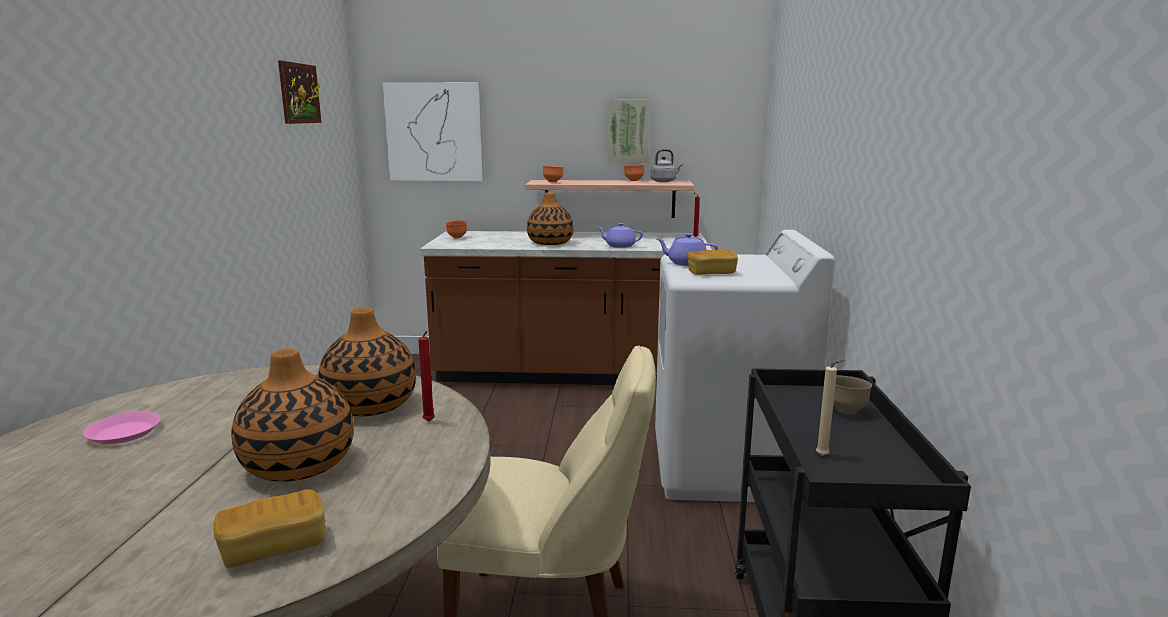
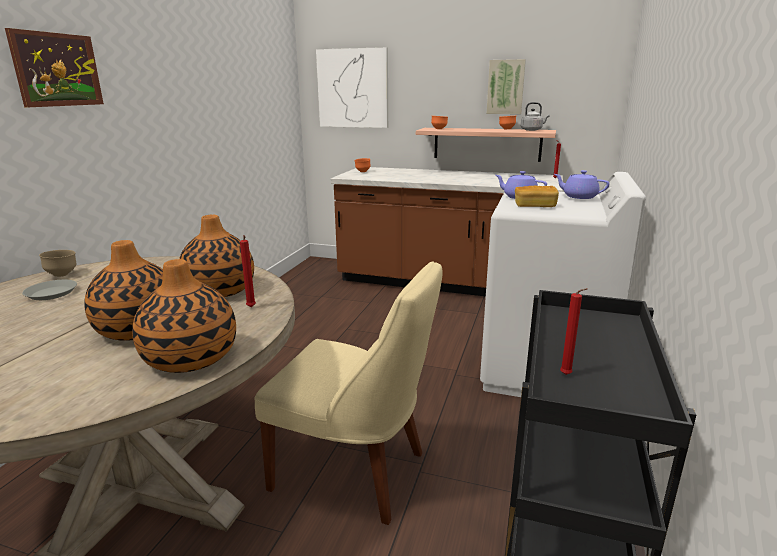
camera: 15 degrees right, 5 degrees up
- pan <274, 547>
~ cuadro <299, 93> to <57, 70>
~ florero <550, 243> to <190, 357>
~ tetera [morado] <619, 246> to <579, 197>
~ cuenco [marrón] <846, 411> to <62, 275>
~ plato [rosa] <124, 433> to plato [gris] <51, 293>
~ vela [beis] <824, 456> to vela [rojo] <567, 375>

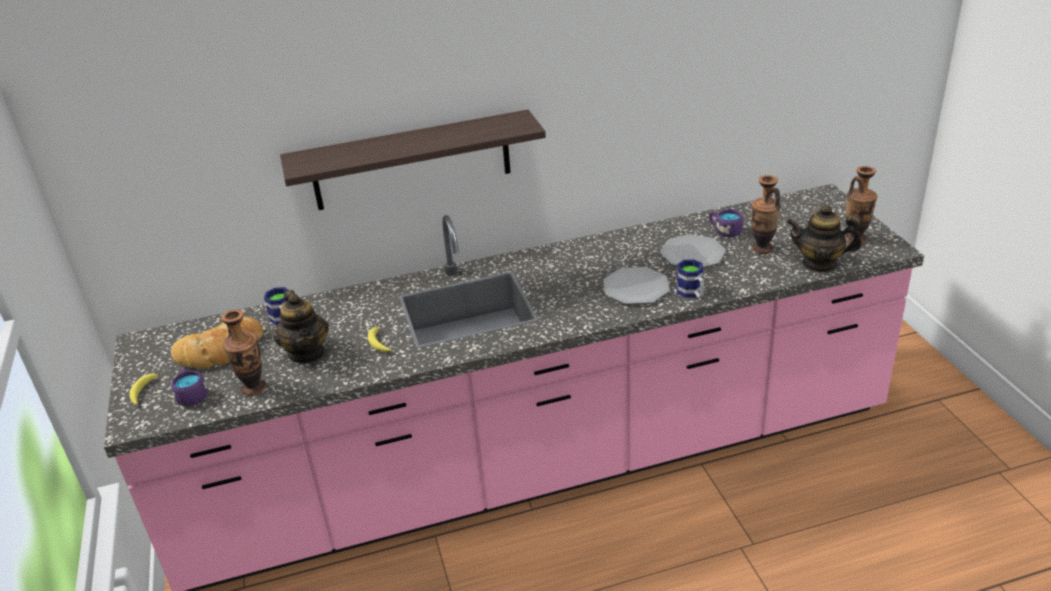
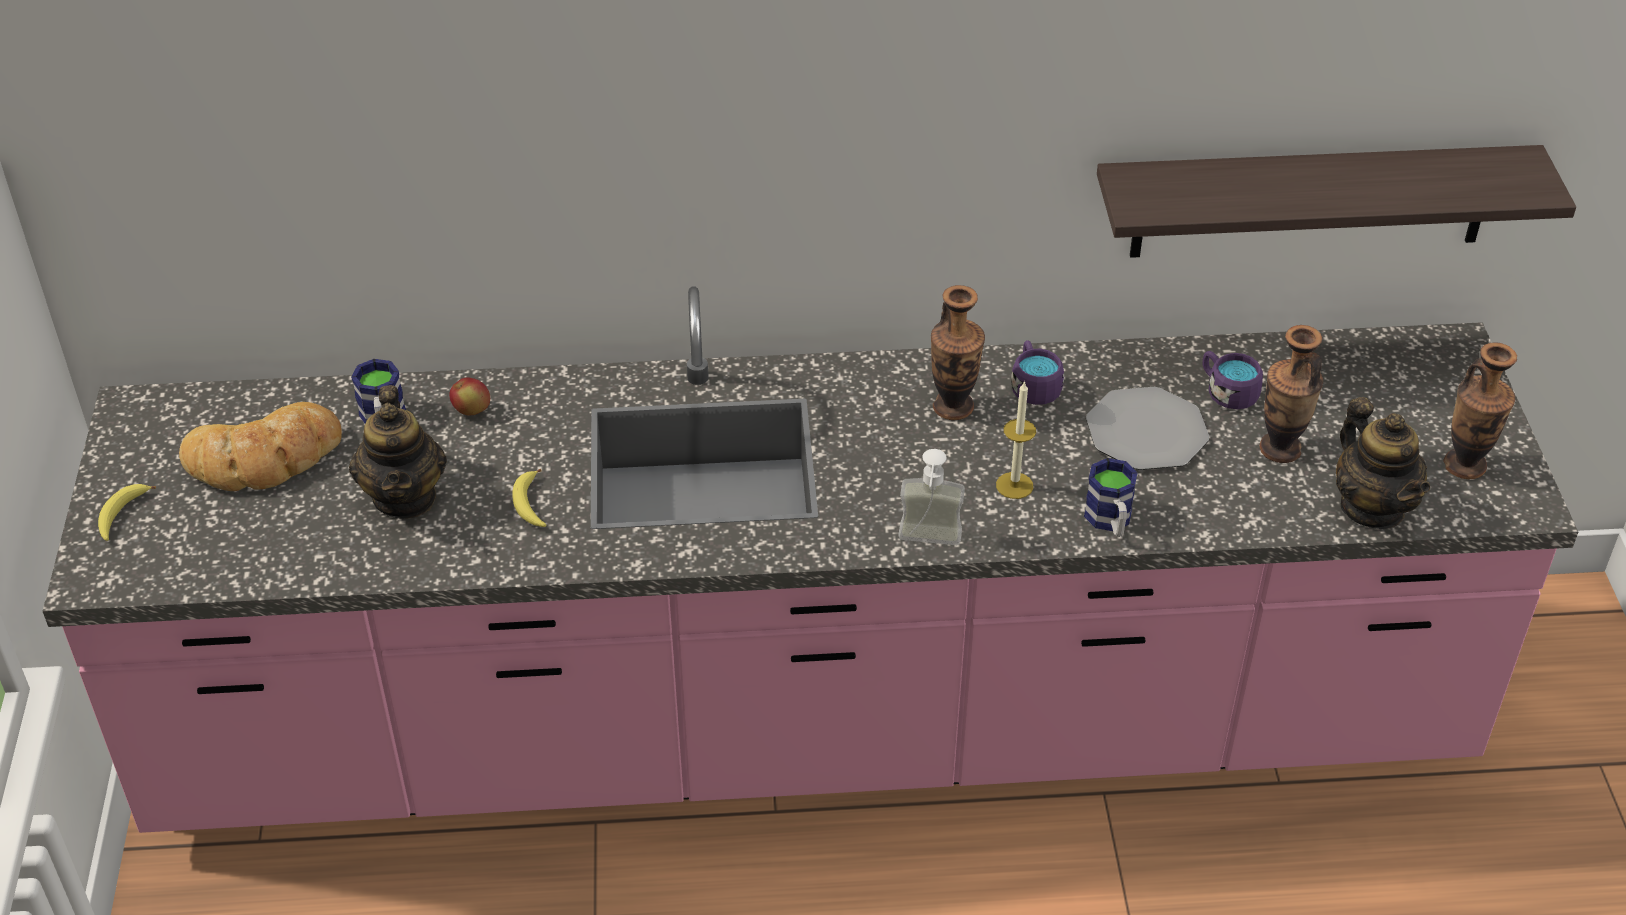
camera: 10 degrees right, 10 degrees up
+ manzana <472, 411>
+ dispensador de jabón <928, 544>
~ taza grande [morado] <191, 395> to <1033, 386>
~ florero <254, 388> to <953, 407>
~ estante <411, 161> to <1311, 201>
~ plato <636, 287> to vela <1014, 485>
~ tetera <819, 264> = <1372, 507> 135 degrees counterclockwise

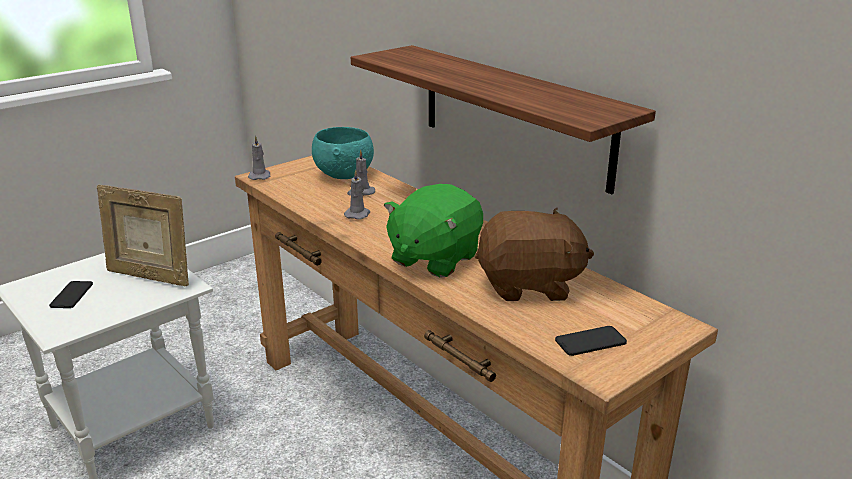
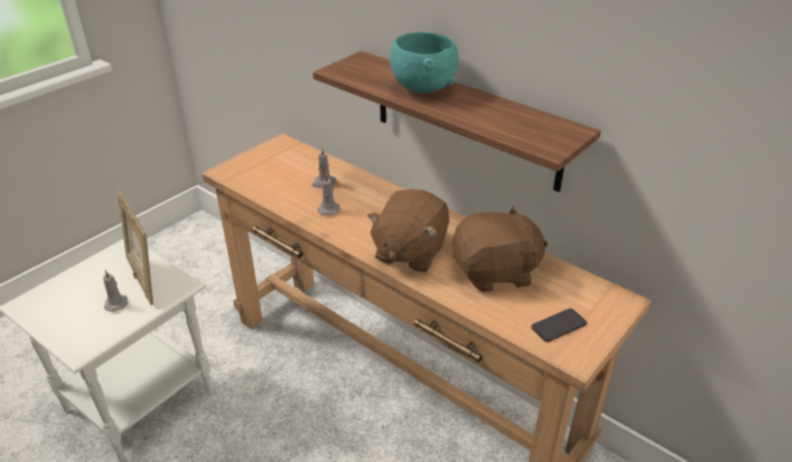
camera: 10 degrees left, 10 degrees up
- móvil <71, 295>
~ vela [gris] <259, 176> to <116, 303>
~ cuenco [turquesa] <344, 175> to <423, 87>
~ peluche [verde] <434, 258> to peluche [marrón] <409, 252>
~ portarretratos <150, 276> = <144, 279> 45 degrees clockwise

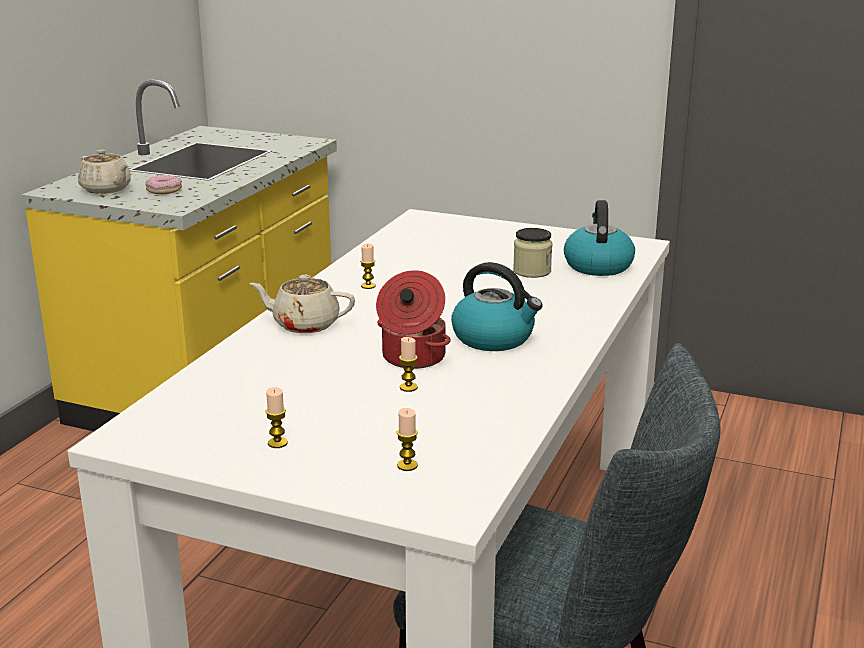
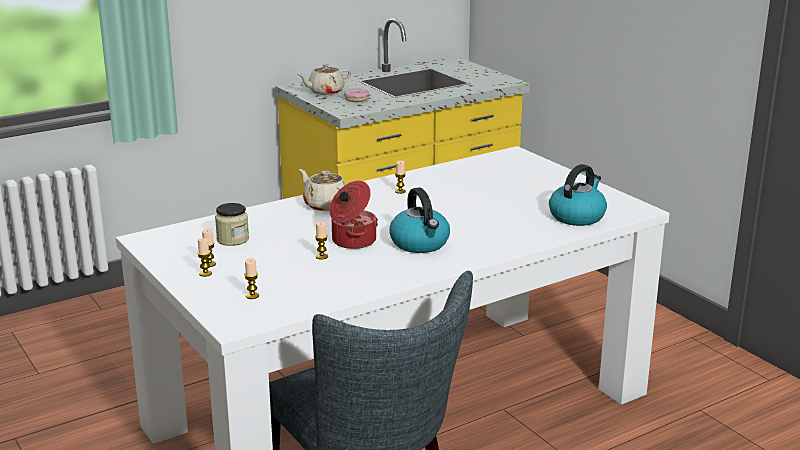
camera: 35 degrees right, 0 degrees up
+ vela <205, 273>
~ tarro <532, 271> to <233, 239>
~ tetera [beis] <106, 189> = <325, 92> 75 degrees clockwise

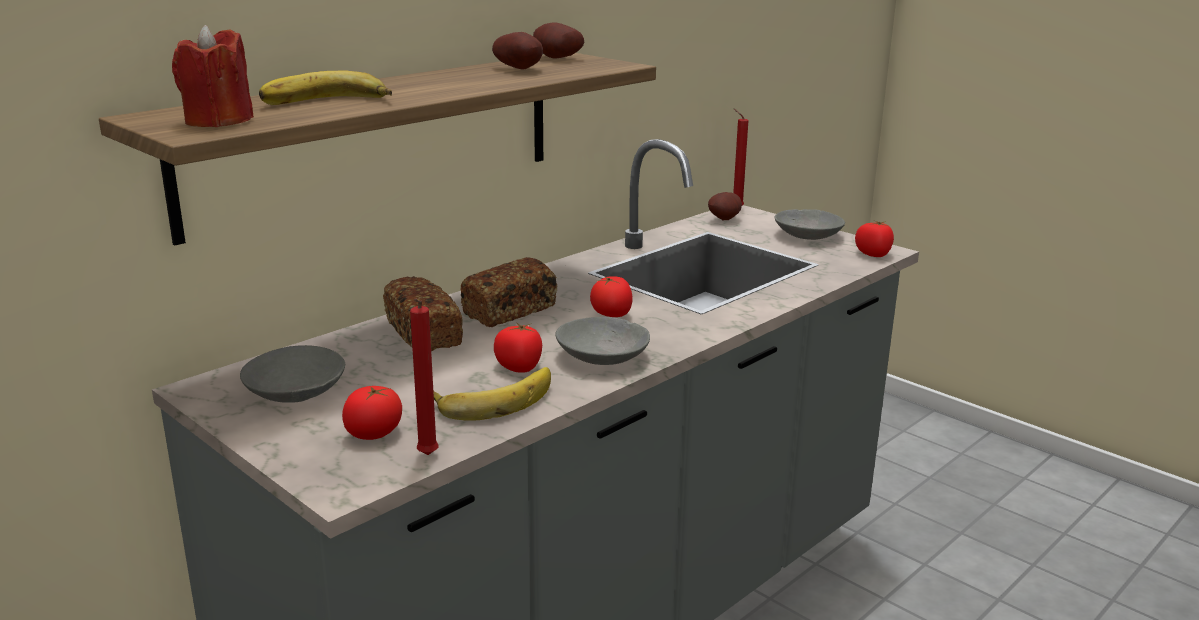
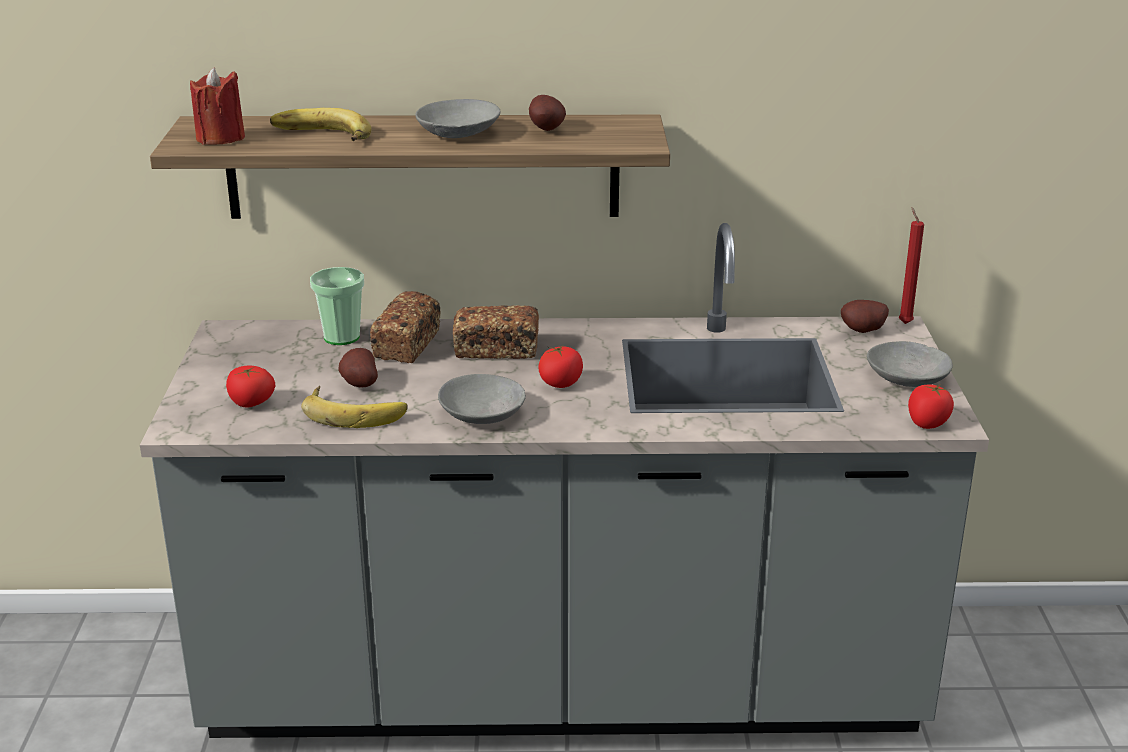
camera: 45 degrees right, 5 degrees up
- vela [rojo] <427, 457>
- tomate <519, 367>
+ taza <341, 337>
~ cuenco [gris] <295, 392> to <457, 133>
~ patata <556, 58> to <358, 384>

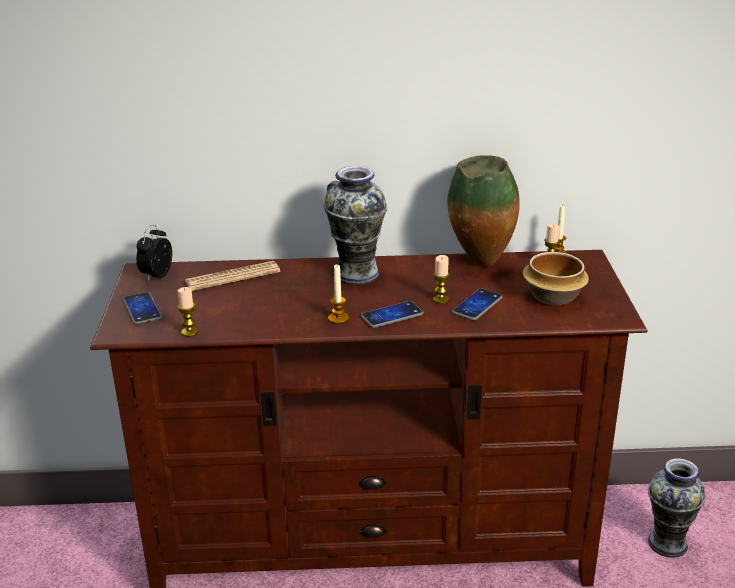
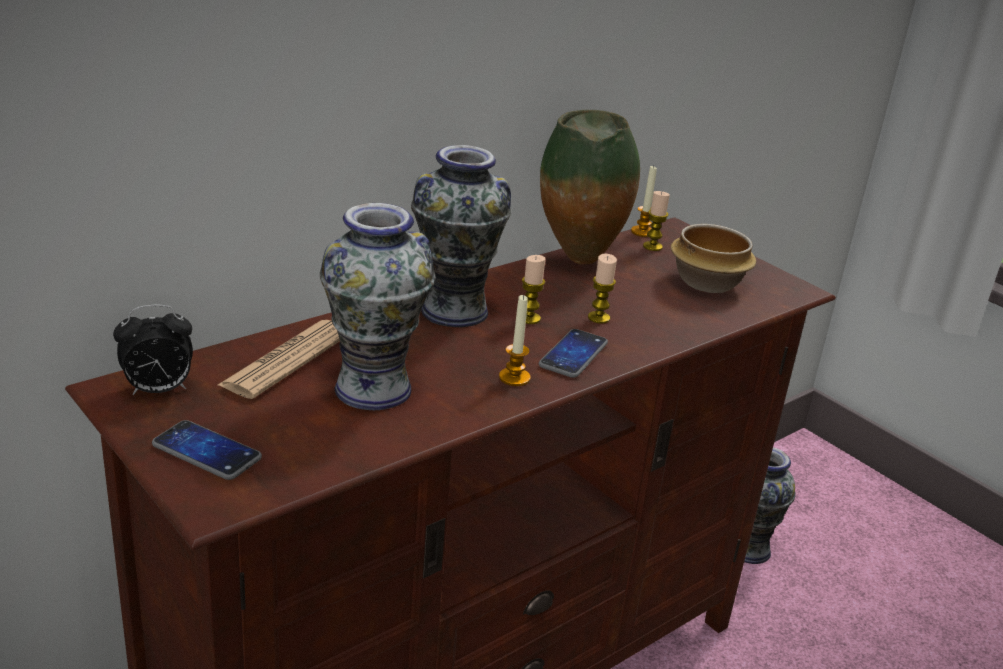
camera: 40 degrees left, 0 degrees up
- móvil <477, 305>
+ florero <373, 388>
~ vela <189, 332> to <529, 318>
~ despertador <156, 276> = <158, 390> 90 degrees counterclockwise

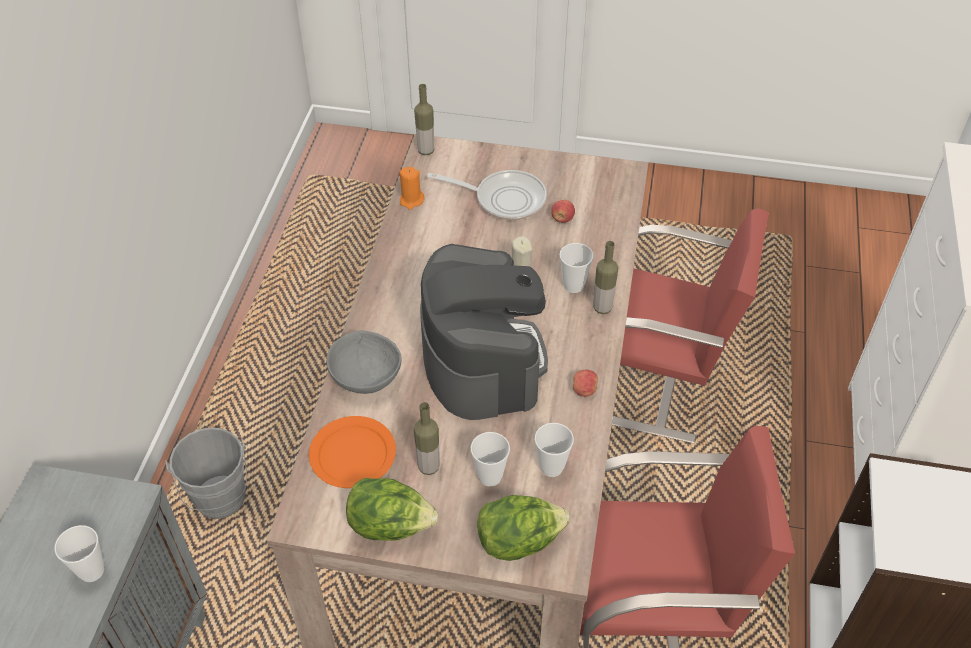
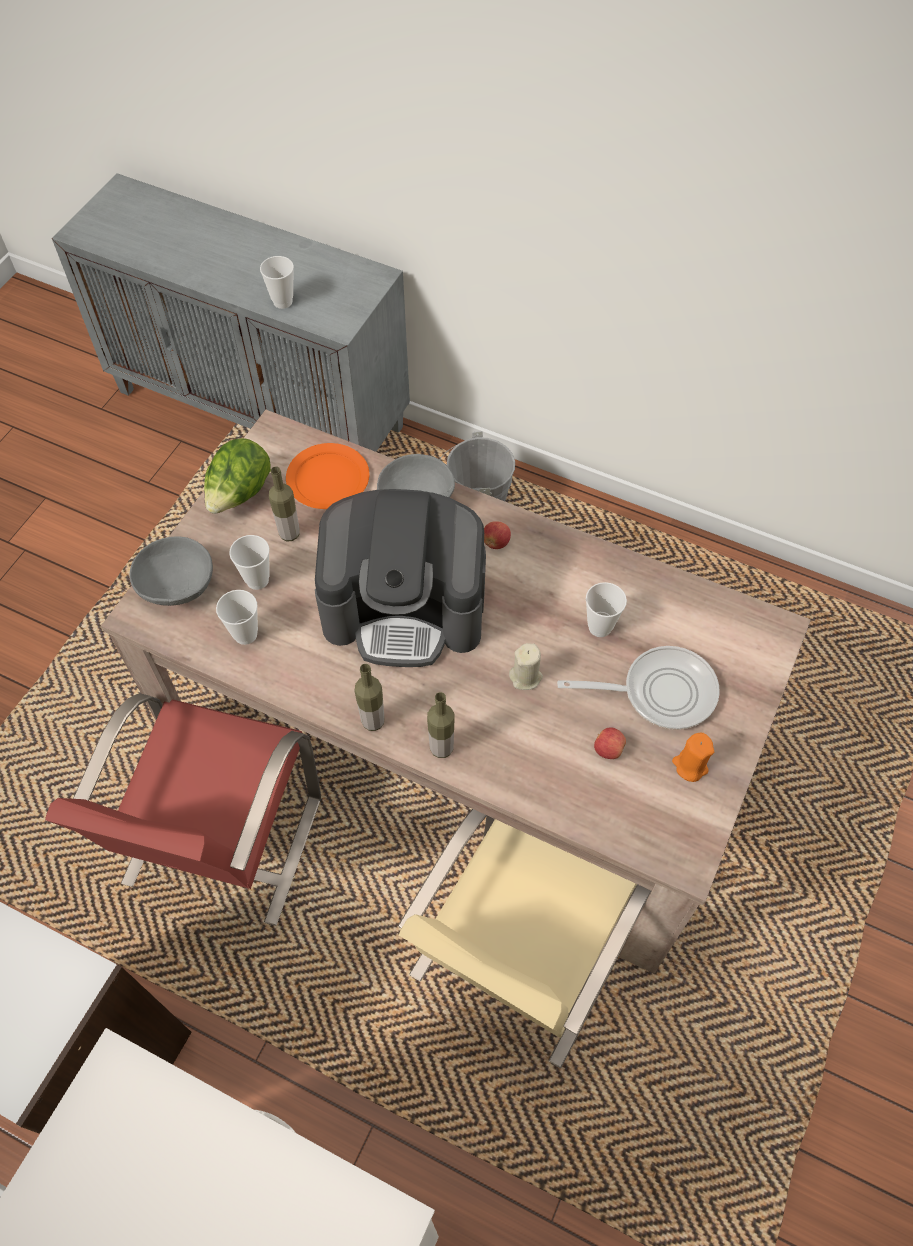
camera: 105 degrees right, 10 degrees up
~ vela [naranja] <411, 200> to <690, 766>
~ botella <426, 151> to <373, 721>
~ taza <573, 286> to <600, 627>
~ manzana <584, 390> to <495, 542>
~ lechuga <519, 541> to cuenco [gris] <179, 587>
~ silla [rojo] <651, 381> to silla [beis] <516, 959>
~ sartén <504, 199> = <660, 692> 120 degrees counterclockwise

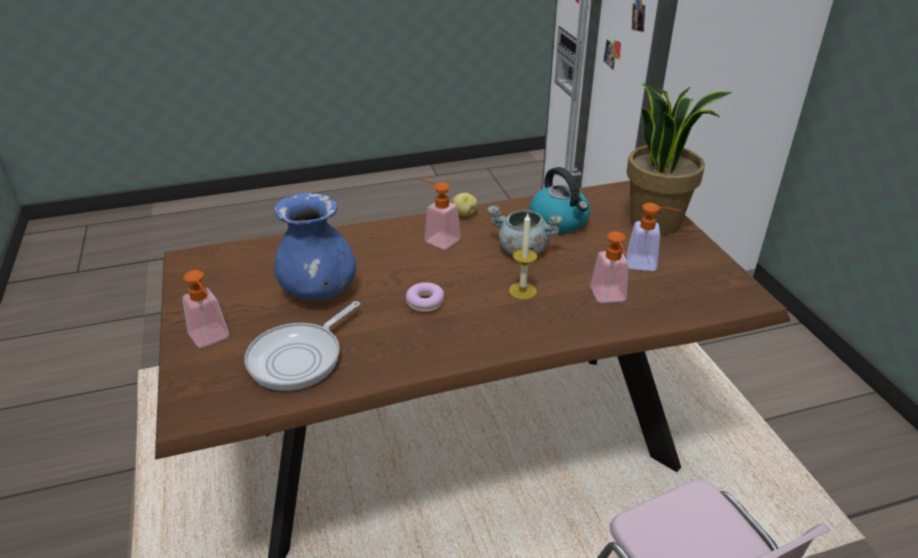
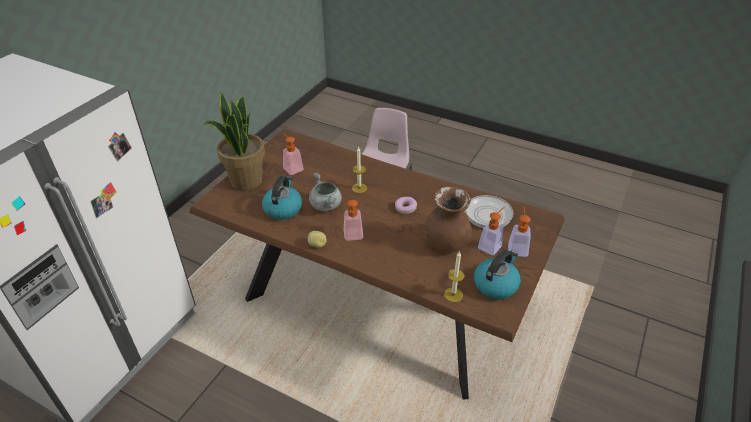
camera: 135 degrees left, 5 degrees up
+ vela <453, 295>
+ hervidor <495, 284>
~ dispensador de jabón <609, 298> to <491, 245>
~ florero [azul] <319, 291> to florero [marrón] <446, 243>

